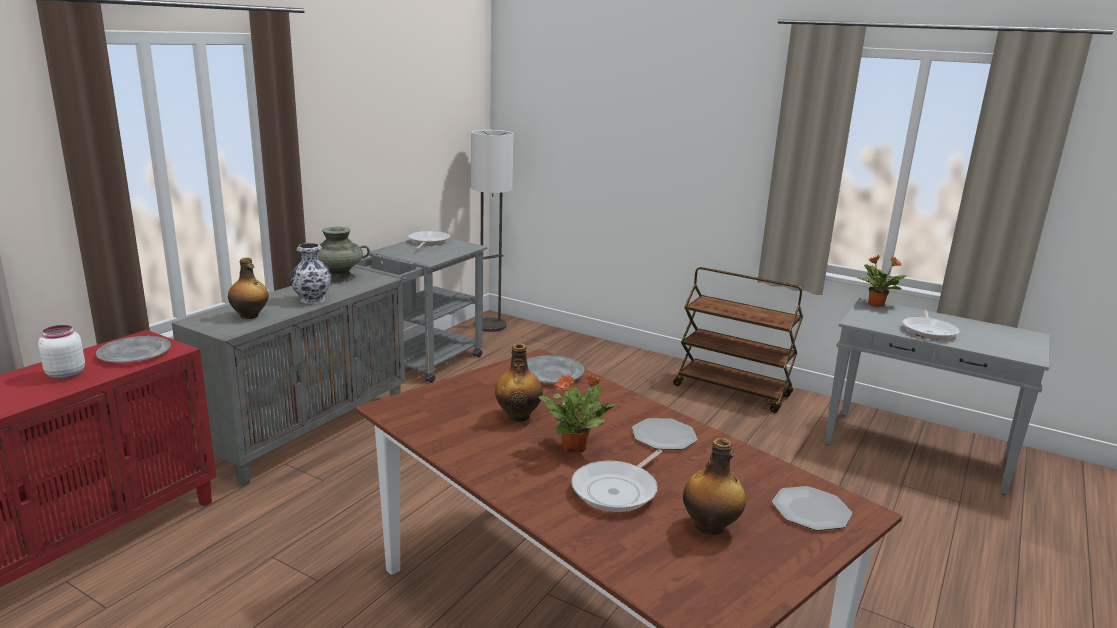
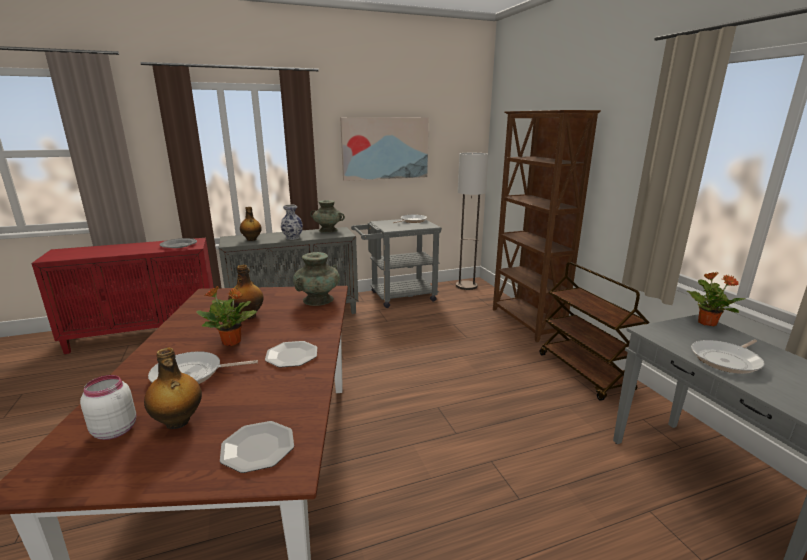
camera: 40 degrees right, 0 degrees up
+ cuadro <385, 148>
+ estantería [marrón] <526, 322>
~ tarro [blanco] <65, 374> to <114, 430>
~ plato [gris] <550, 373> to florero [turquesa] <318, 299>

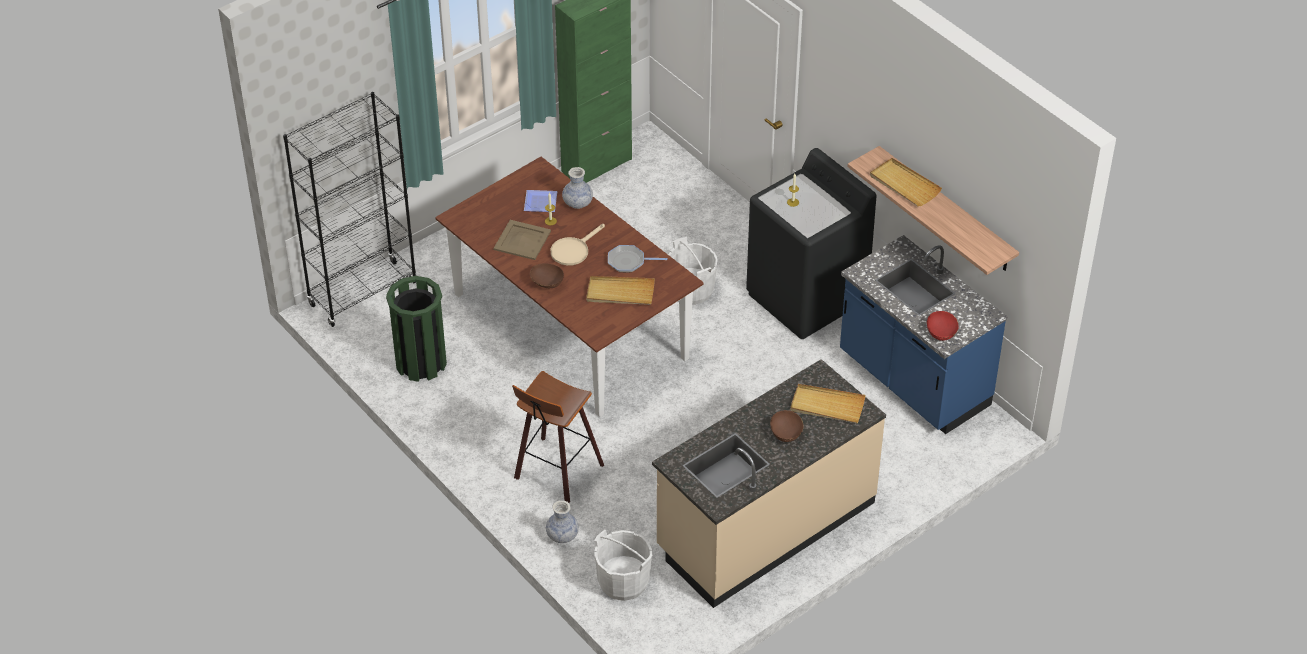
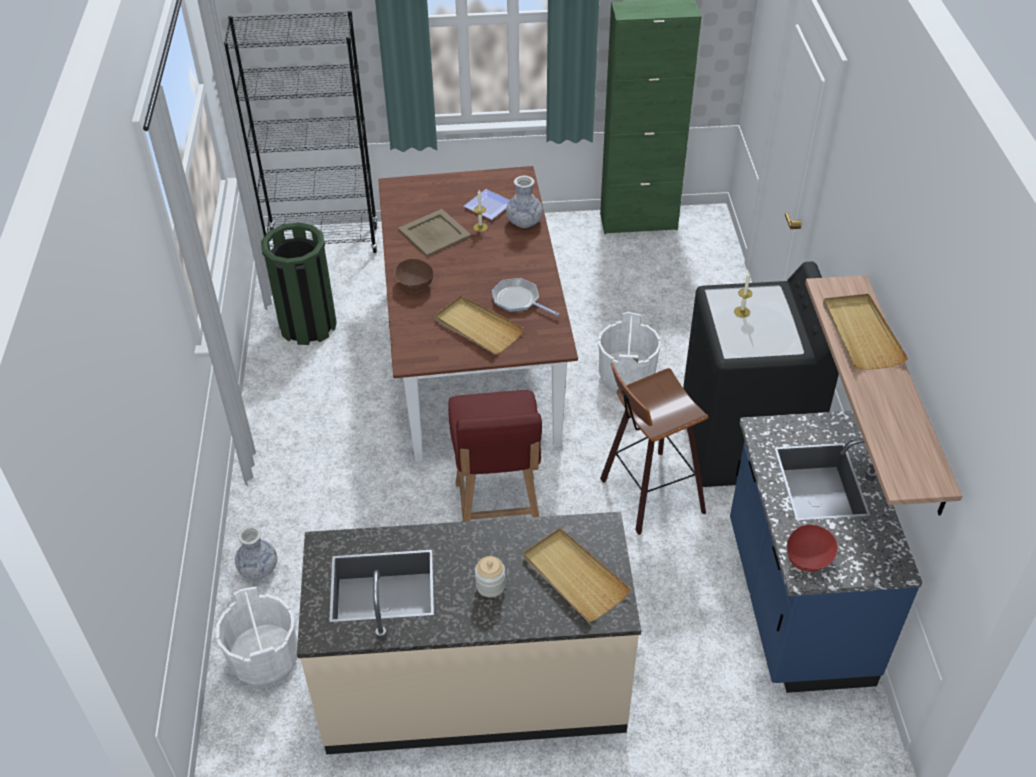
camera: 35 degrees right, 0 degrees up
- sartén [beis] <573, 250>
+ silla [rojo] <498, 512>
~ taburete <556, 472> to <648, 495>
~ cuenco [marrón] <786, 434> to tarro <490, 585>

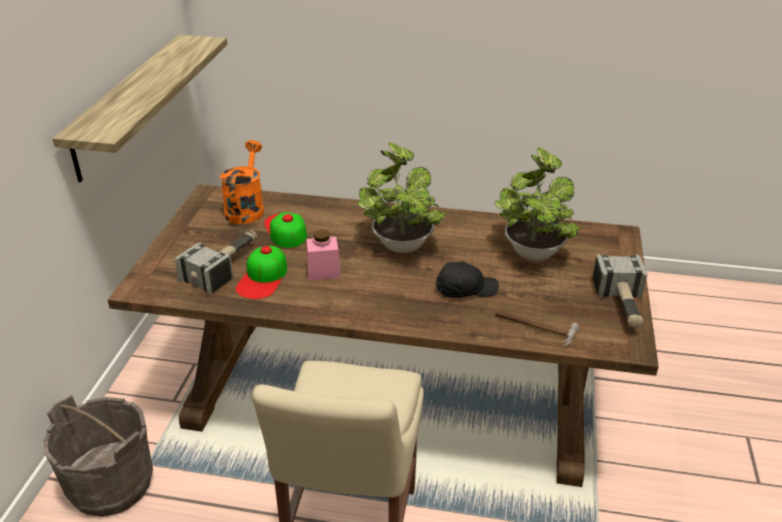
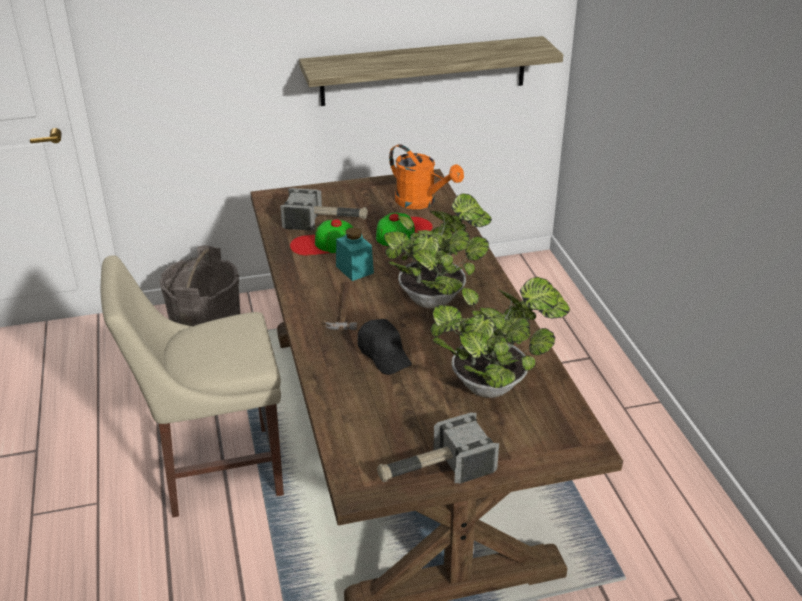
camera: 65 degrees right, 0 degrees up
~ martillo <533, 328> to <342, 308>
~ tarro [rosa] <323, 271> to tarro [turquesa] <354, 269>
~ regadera [naranja] <246, 208> = <421, 202> 60 degrees clockwise

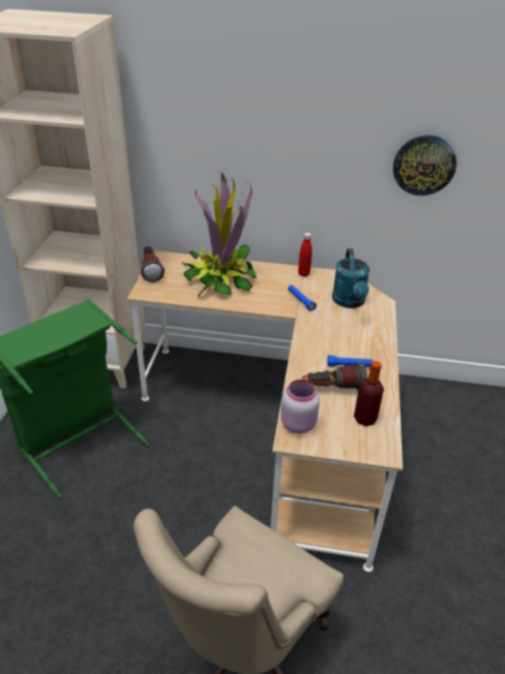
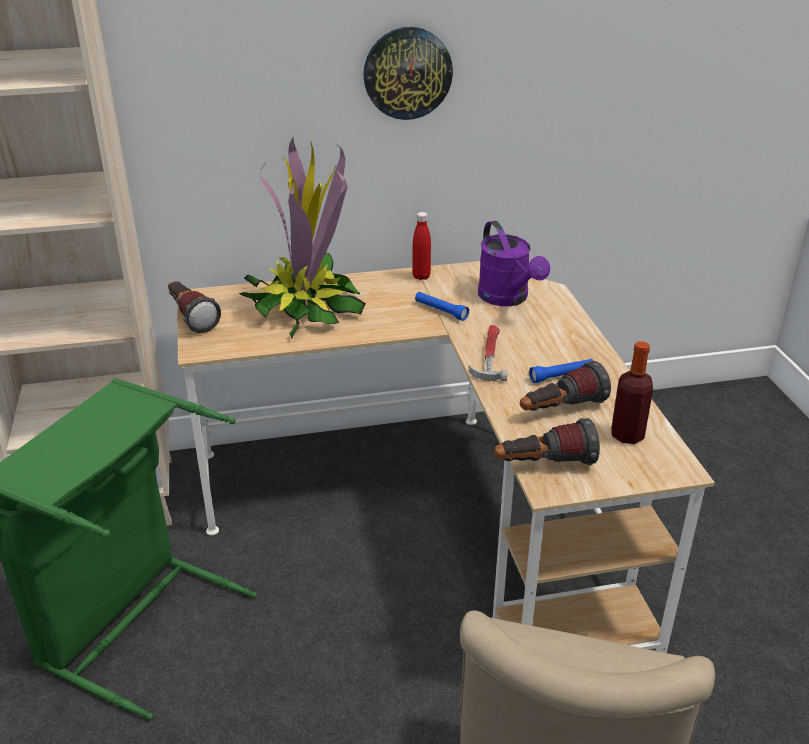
camera: 20 degrees left, 5 degrees down
+ martillo <489, 356>
~ reloj de pared <424, 165> to <407, 73>
~ tarro [rosa] <297, 423> to linterna <544, 465>
~ regadera [turquesa] <350, 302> to regadera [morado] <508, 299>

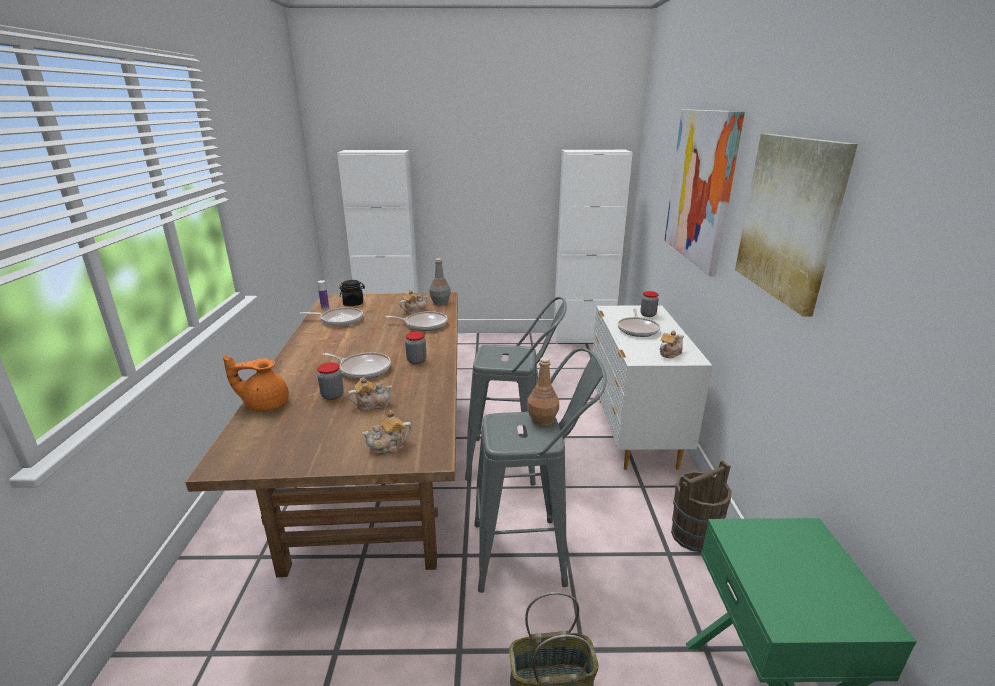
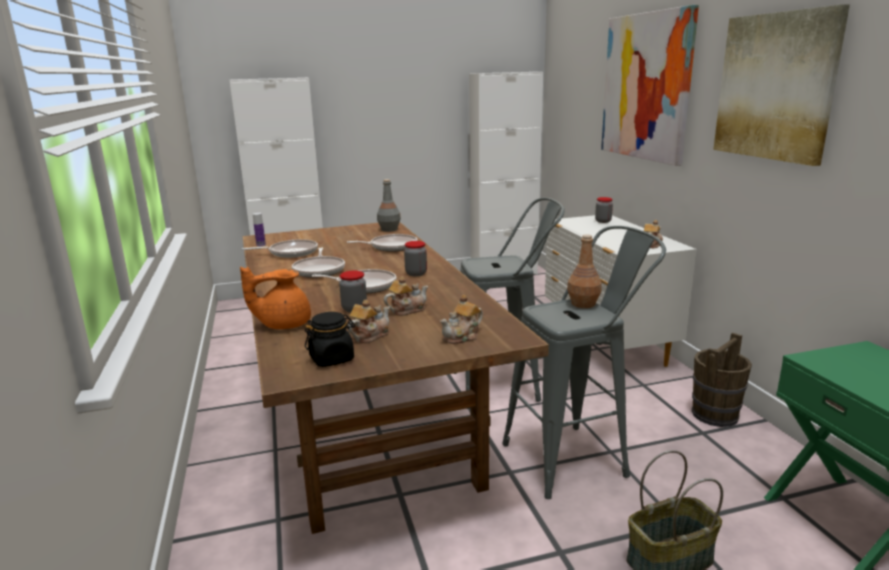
camera: 15 degrees left, 5 degrees down
~ tarro [negro] <353, 303> to <332, 359>
~ tetera <414, 311> to <370, 336>
~ sartén <638, 329> to <319, 270>

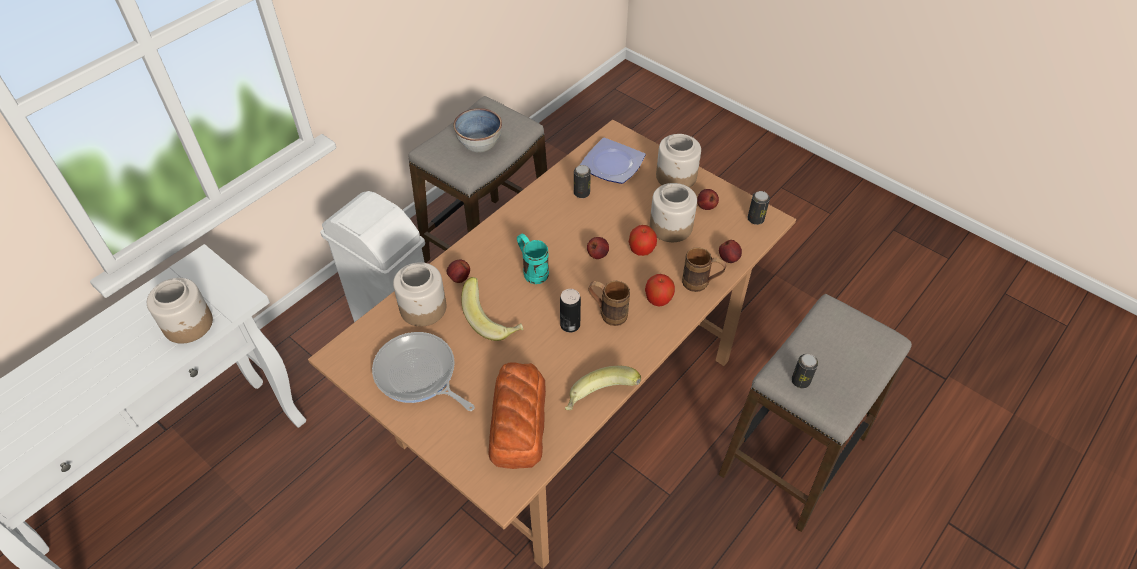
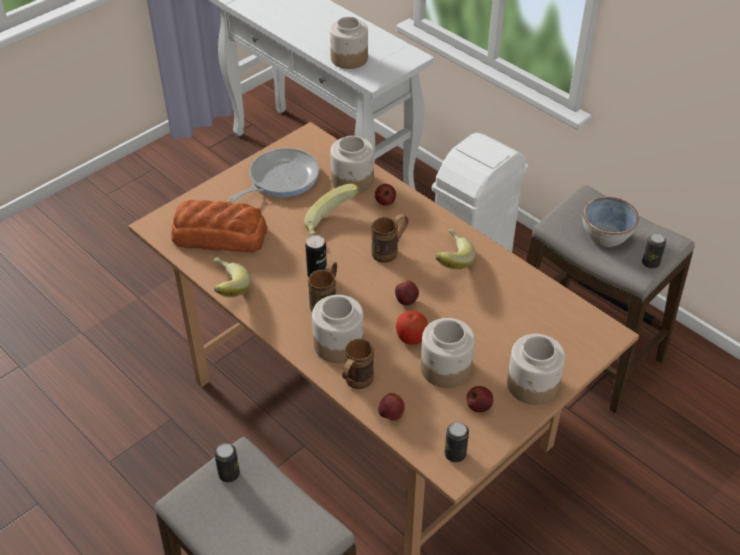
camera: 95 degrees right, 5 degrees down
- plato <612, 163>
+ plátano <449, 260>
~ lata <581, 193> to <650, 263>
~ manzana <658, 299> to tarro <339, 344>
~ taza grande [turquesa] <532, 270> to taza grande [marrón] <390, 251>

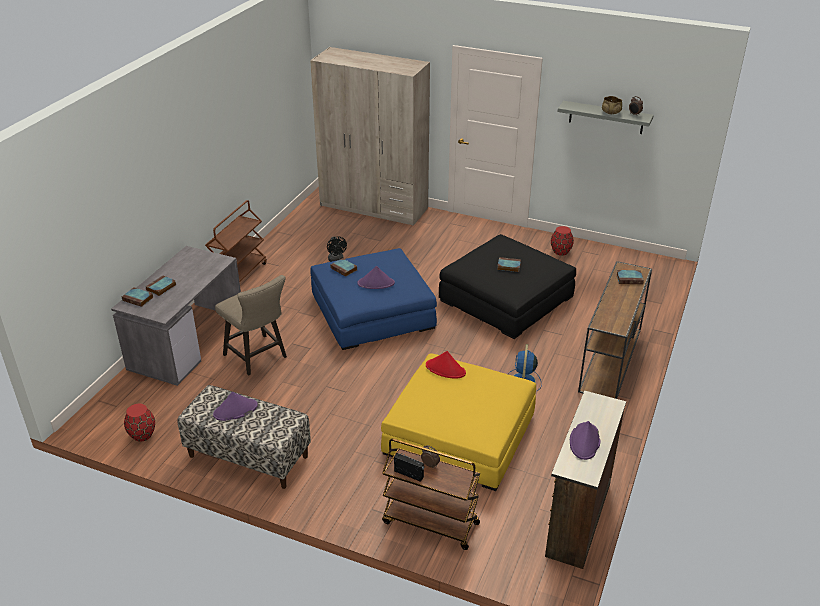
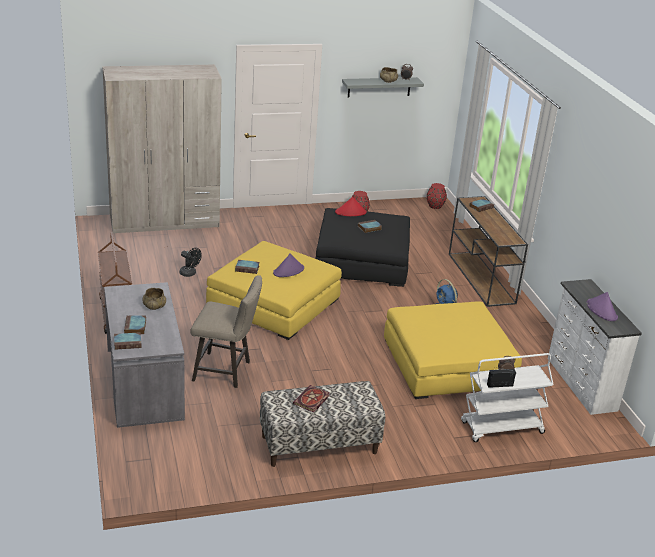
camera: 40 degrees left, 5 degrees down
+ cuenco [beis] <154, 306>
~ florero [rojo] <142, 435> to <435, 206>
~ sombrero [rojo] <445, 369> to <351, 212>
~ sombrero [morado] <235, 410> to libro <311, 400>
~ puf [azul] <372, 312> to puf [amarillo] <273, 303>
~ carrito [marrón] <429, 523> to carrito [blanco] <501, 428>
~ cómoda [marrón] <576, 519> to cómoda [blanco] <580, 384>

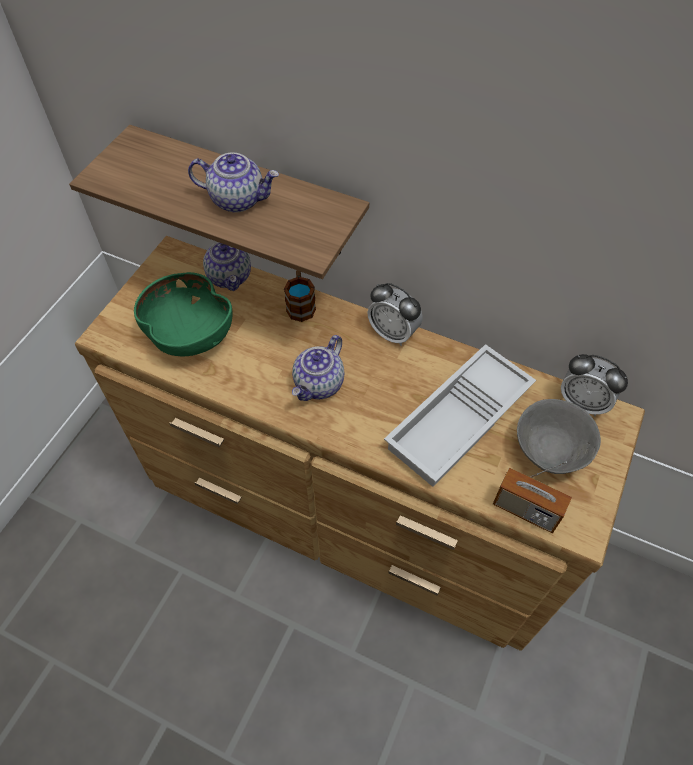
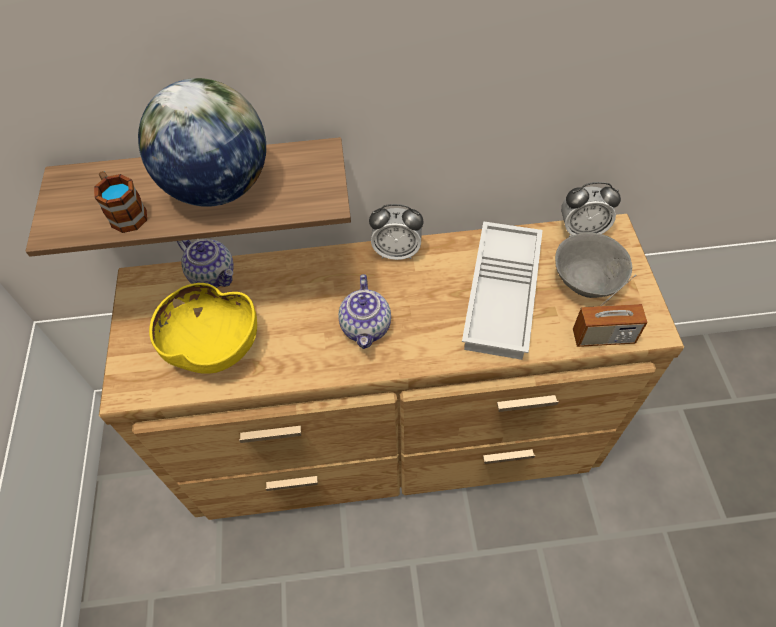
camera: 30 degrees left, 0 degrees up
~ taza grande <300, 304> to <125, 213>
~ tetera <238, 199> to globo terráqueo <218, 187>
~ cuenco [verde] <189, 334> to cuenco [amarillo] <213, 346>

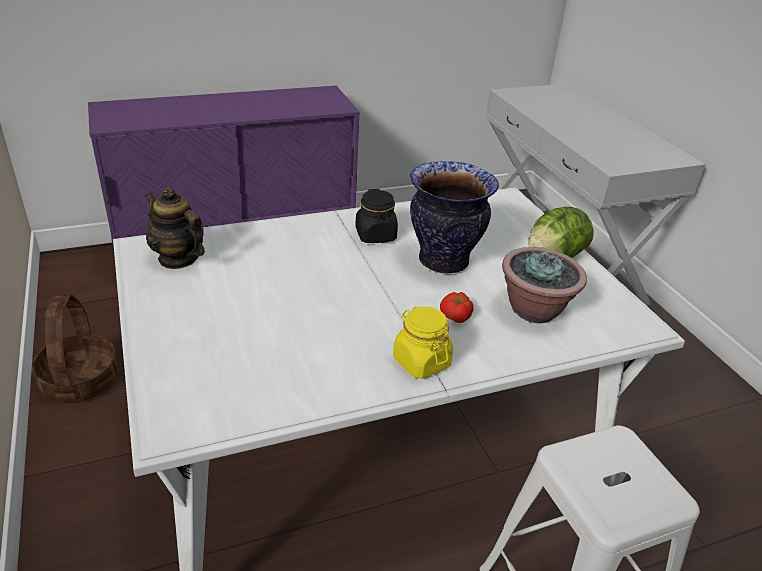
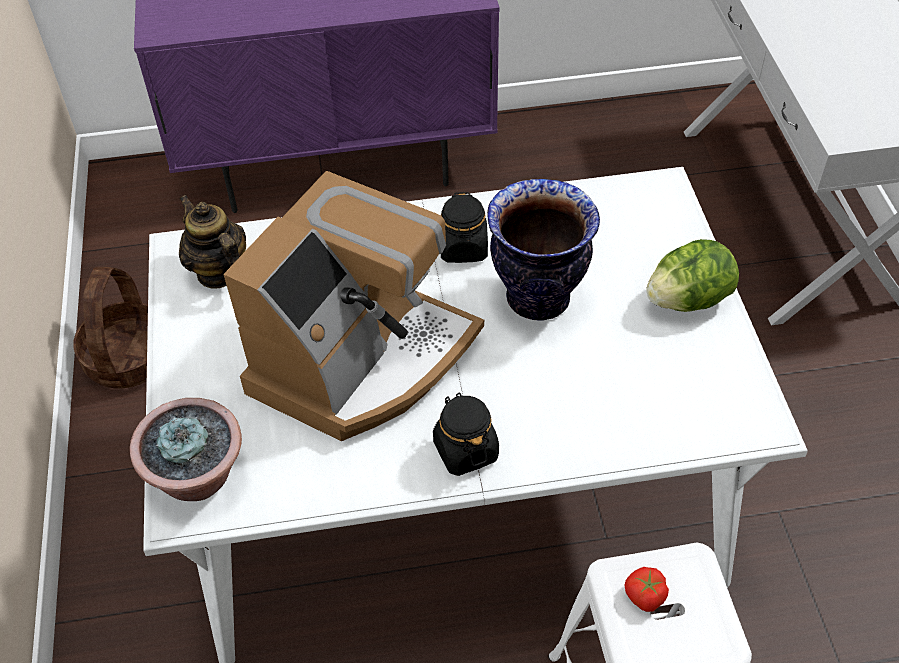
camera: 15 degrees right, 15 degrees up
+ cafetera <362, 359>
~ tomate <455, 316> to <644, 595>
~ planta en maceta <534, 310> to <198, 477>
~ tarro [amarillo] <421, 361> to tarro [negro] <465, 450>

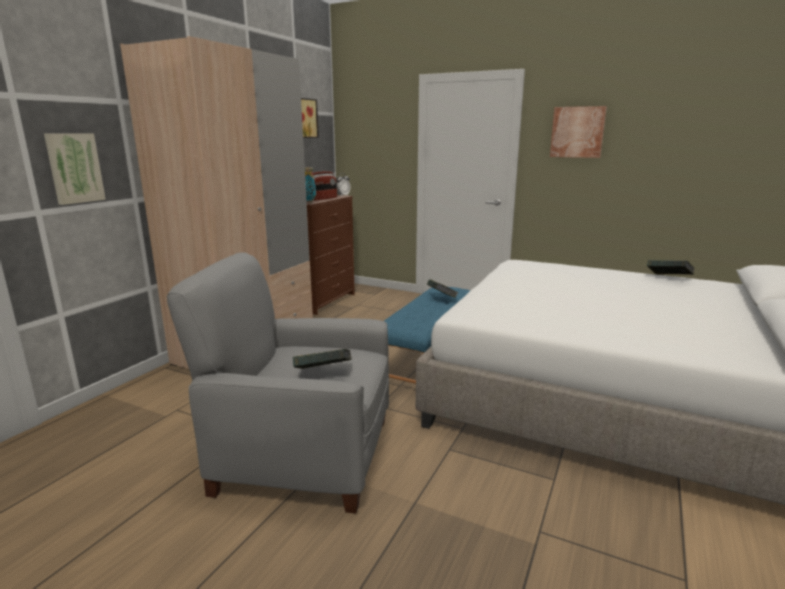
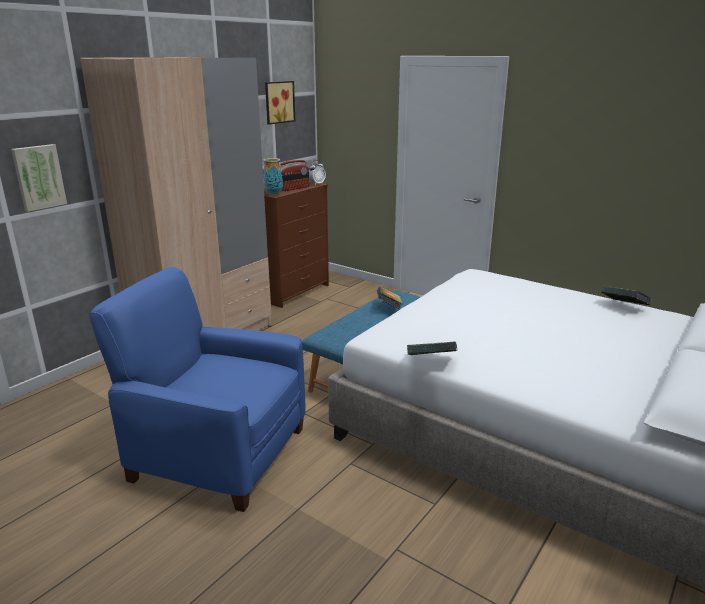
camera: 10 degrees right, 5 degrees up
- cuadro <577, 132>
~ libro <323, 374> to <431, 362>
~ sillón [gris] <302, 454> to sillón [azul] <217, 453>

